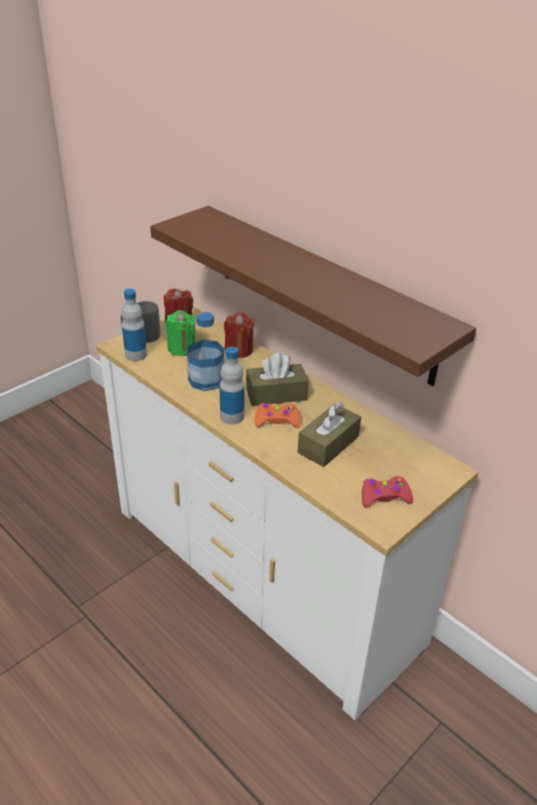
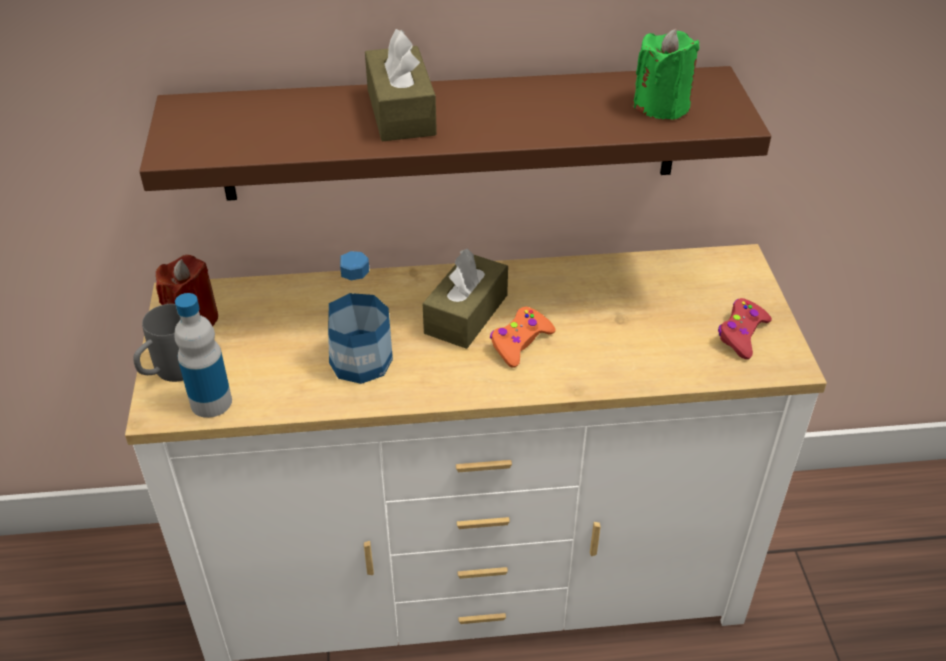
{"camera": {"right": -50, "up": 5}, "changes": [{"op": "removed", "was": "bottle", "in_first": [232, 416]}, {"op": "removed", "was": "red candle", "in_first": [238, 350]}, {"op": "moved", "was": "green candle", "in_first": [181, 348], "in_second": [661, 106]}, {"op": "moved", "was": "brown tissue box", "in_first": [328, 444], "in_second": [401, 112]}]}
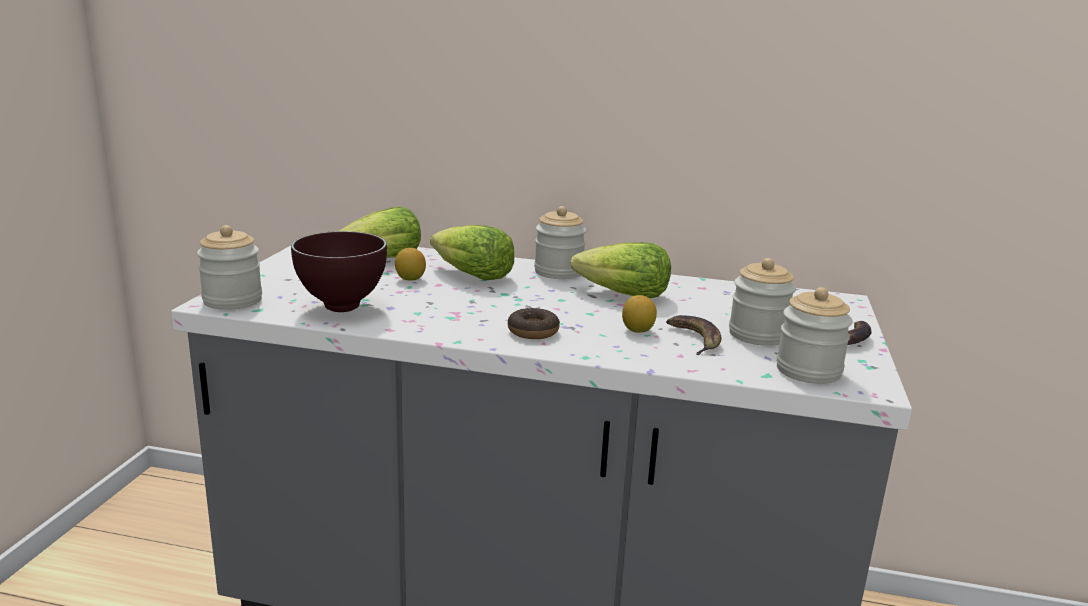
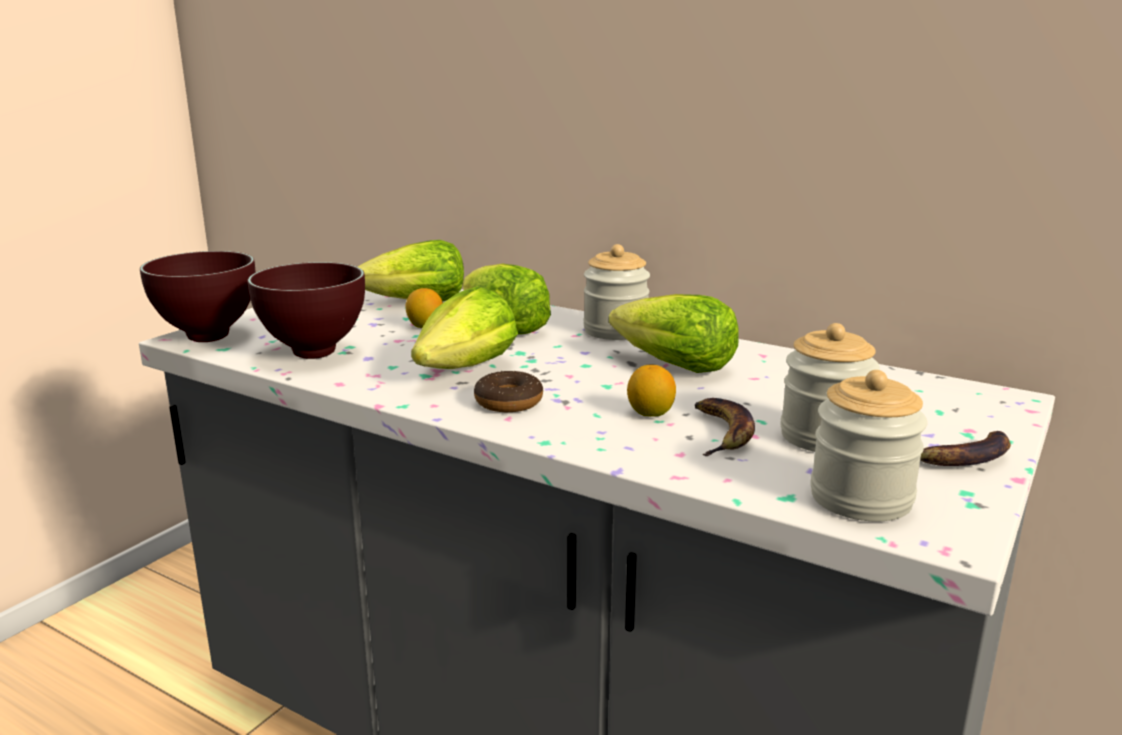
{"camera": {"right": 20, "up": 0}, "changes": [{"op": "added", "now": "lettuce", "in_second": [467, 369]}, {"op": "replaced", "was": "jar", "now": "brown bowl", "in_first": [232, 300], "in_second": [209, 336]}]}
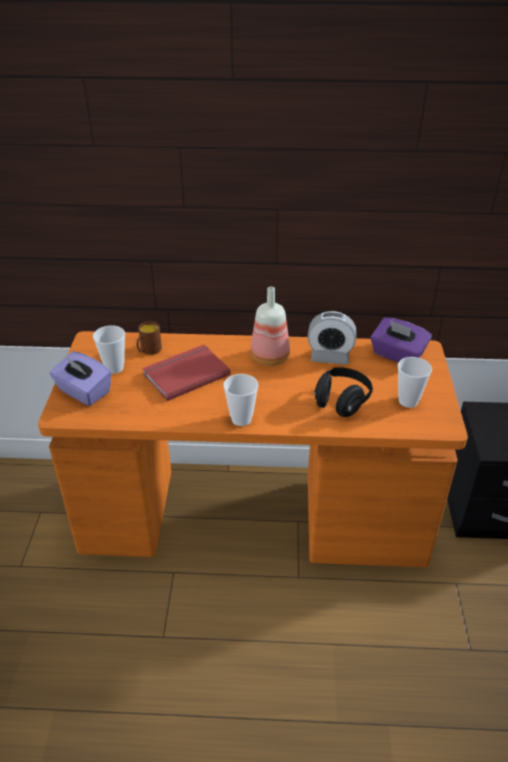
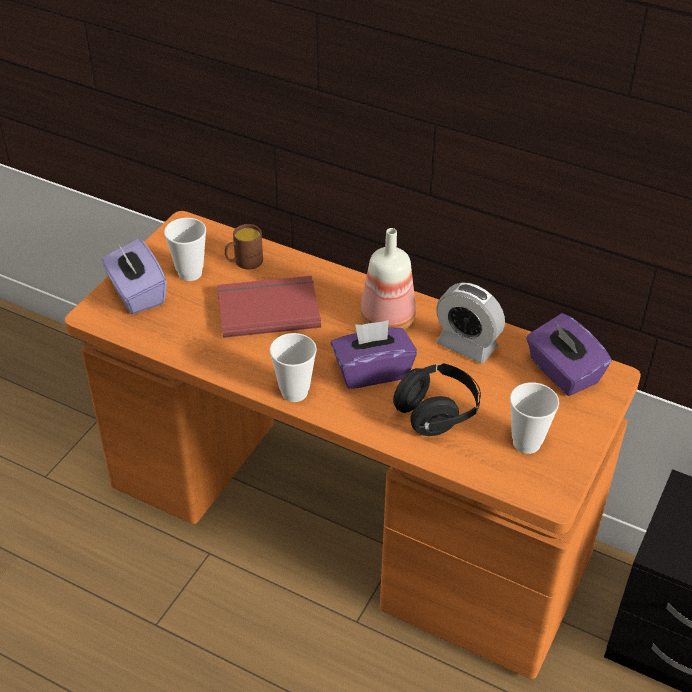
{"camera": {"right": 25, "up": 5}, "changes": [{"op": "added", "now": "purple tissue box", "in_second": [372, 371]}]}
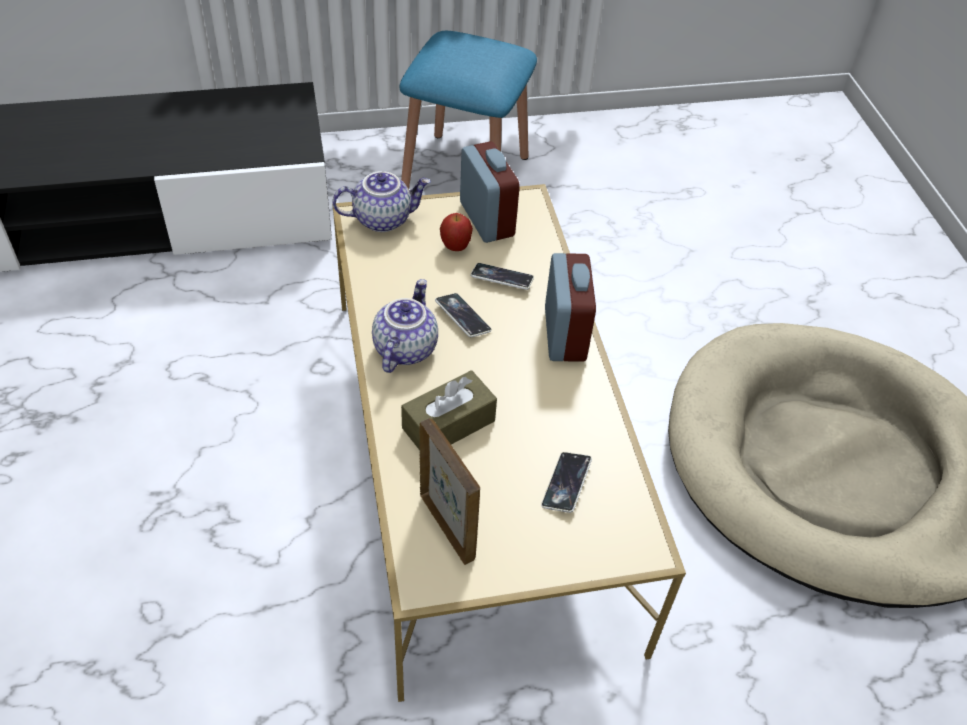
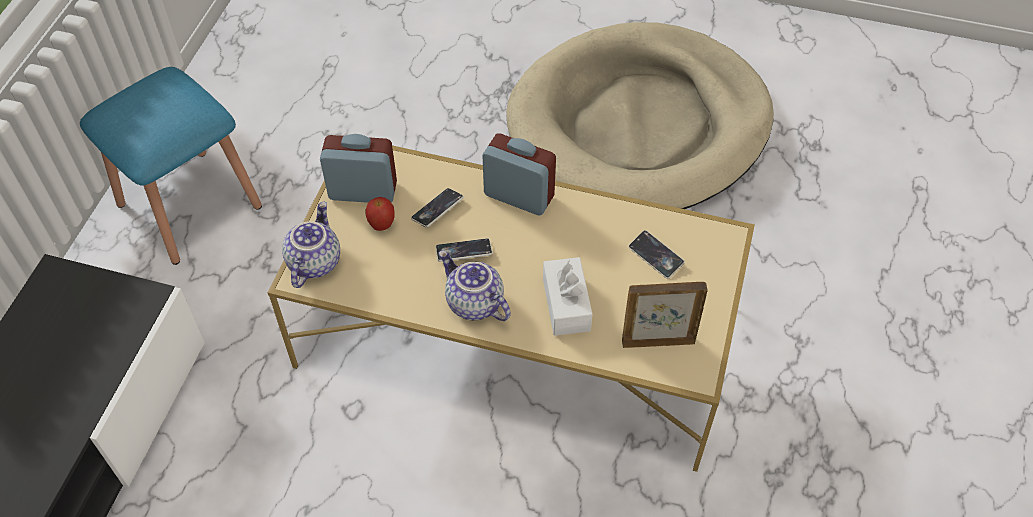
{"camera": {"right": -60, "up": 5}, "changes": [{"op": "recoloured", "was": "brown tissue box", "now": "white tissue box", "in_first": [448, 424], "in_second": [566, 304]}]}
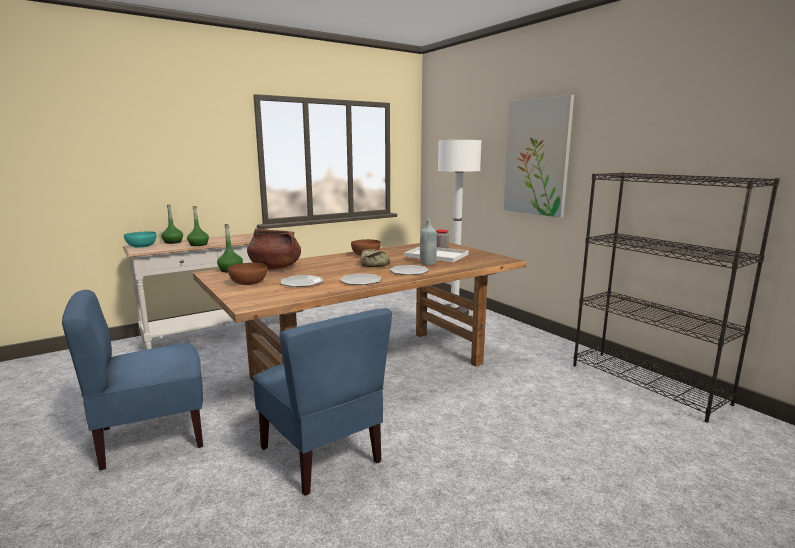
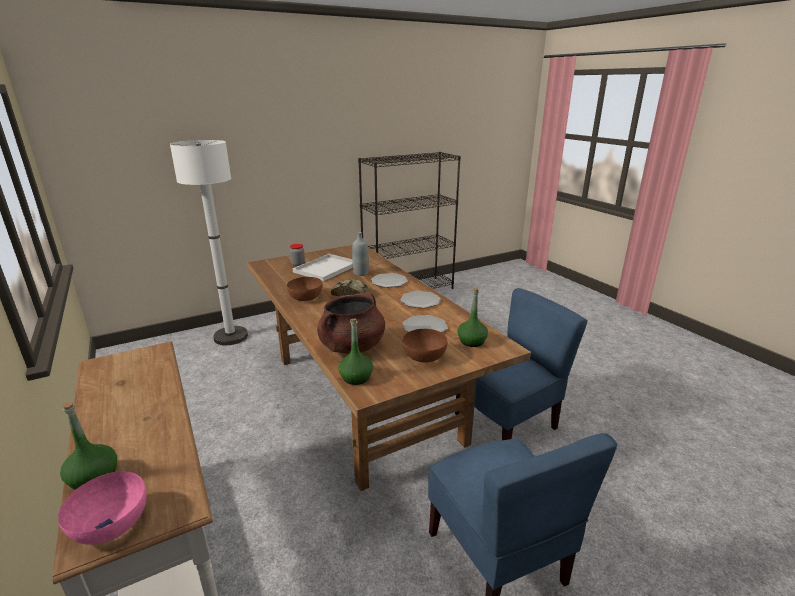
{"camera": {"right": -85, "up": 10}, "changes": [{"op": "removed", "was": "picture", "in_first": [537, 157]}, {"op": "moved", "was": "green bottle", "in_first": [198, 245], "in_second": [471, 341]}, {"op": "recoloured", "was": "turquoise bowl", "now": "pink bowl", "in_first": [141, 246], "in_second": [112, 524]}]}
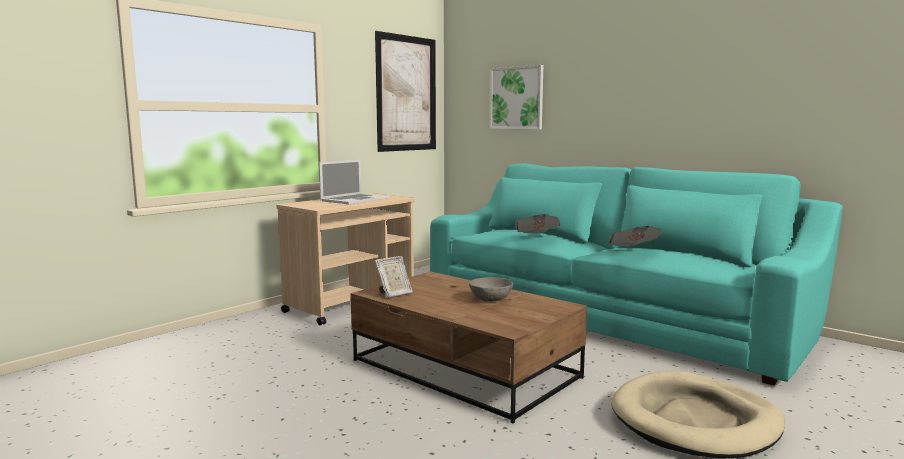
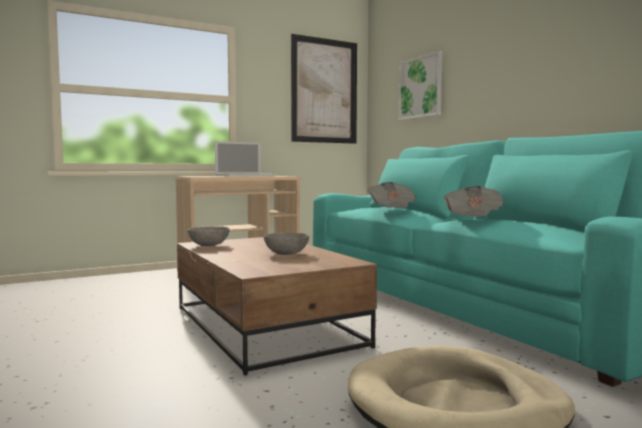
{"camera": {"right": 20, "up": -5}, "changes": [{"op": "replaced", "was": "picture frame", "now": "grey bowl", "in_first": [394, 294], "in_second": [209, 245]}]}
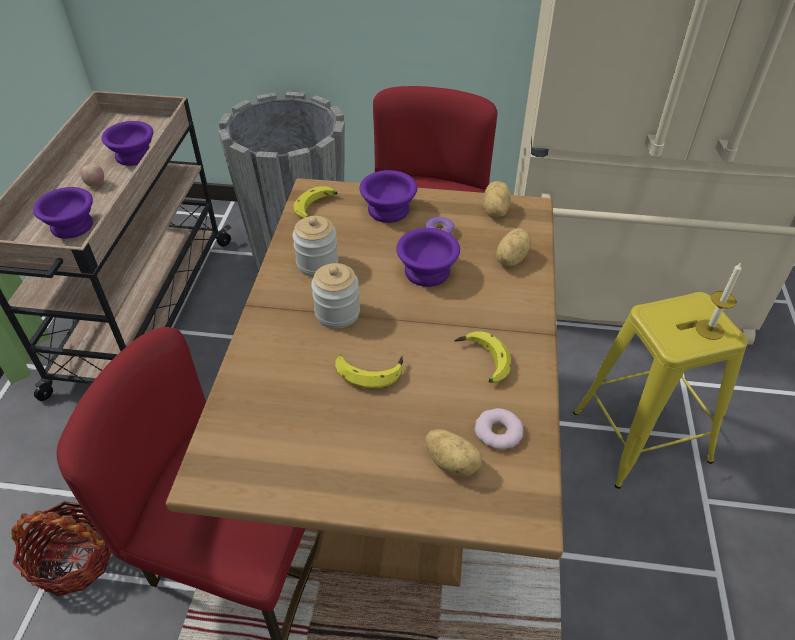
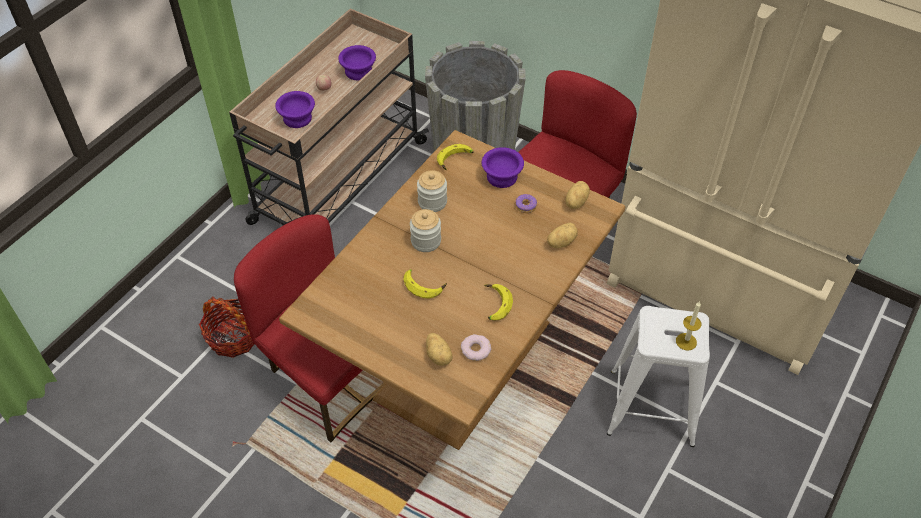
{"camera": {"right": 25, "up": 5}, "changes": [{"op": "removed", "was": "purple bowl", "in_first": [425, 272]}, {"op": "recoloured", "was": "yellow stool", "now": "white stool", "in_first": [641, 436], "in_second": [651, 407]}]}
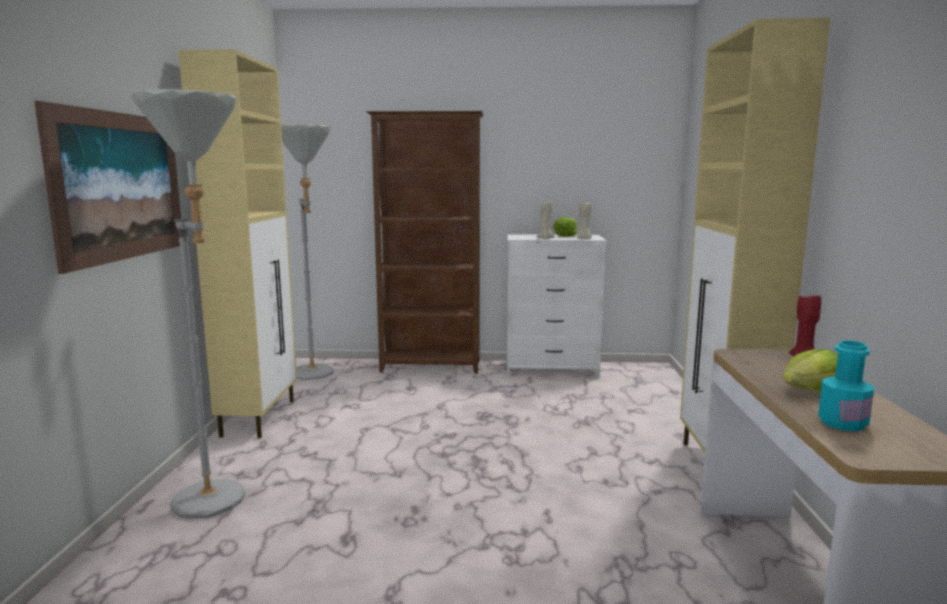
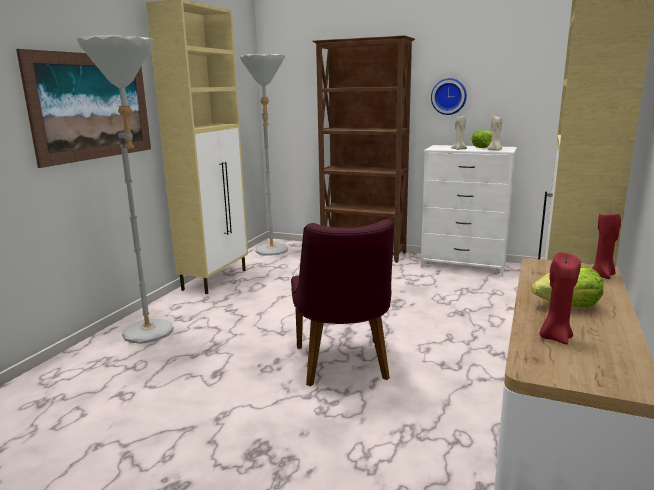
{"camera": {"right": 20, "up": 5}, "changes": [{"op": "added", "now": "purple chair", "in_second": [343, 367]}, {"op": "added", "now": "wall clock", "in_second": [449, 96]}, {"op": "replaced", "was": "turquoise bottle", "now": "red candle", "in_first": [842, 423], "in_second": [555, 337]}]}
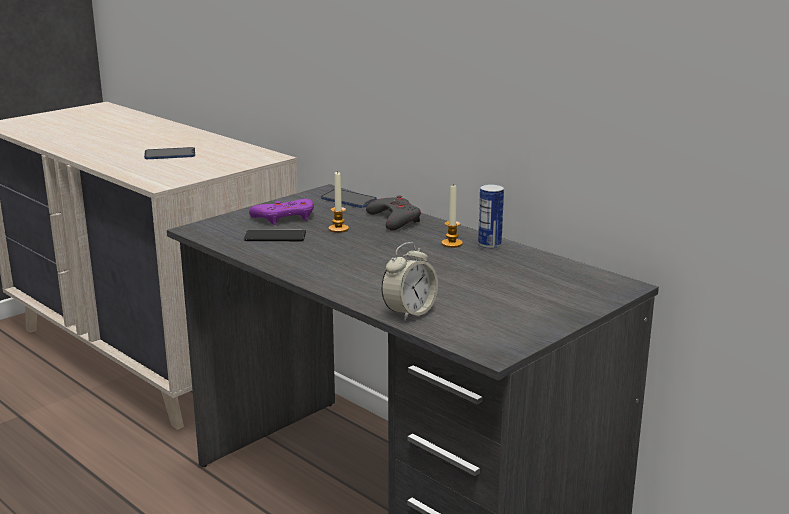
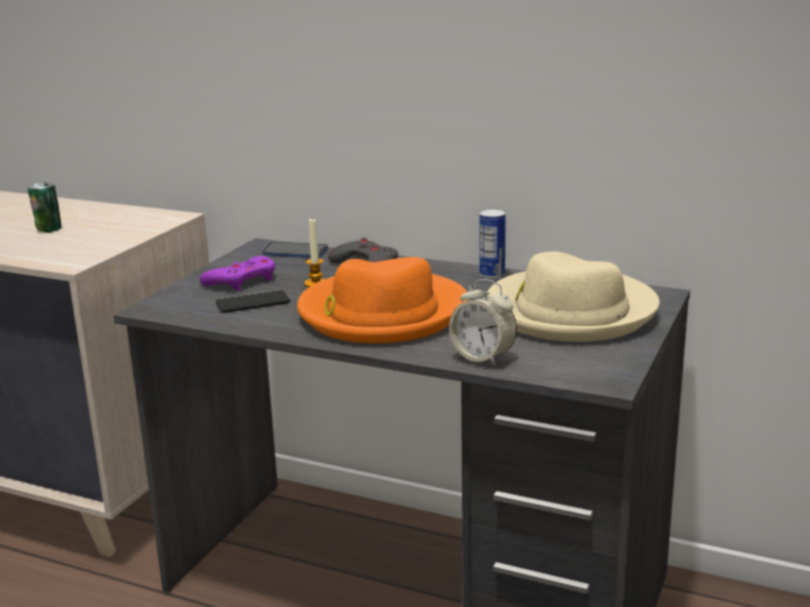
{"camera": {"right": -20, "up": 0}, "changes": [{"op": "removed", "was": "candle", "in_first": [452, 244]}, {"op": "added", "now": "orange hat", "in_second": [381, 313]}, {"op": "added", "now": "beige hat", "in_second": [570, 311]}, {"op": "replaced", "was": "phone", "now": "can", "in_first": [170, 155], "in_second": [48, 230]}, {"op": "turned", "was": "alarm clock", "in_first": [409, 312], "in_second": [483, 357], "clockwise": 105}]}
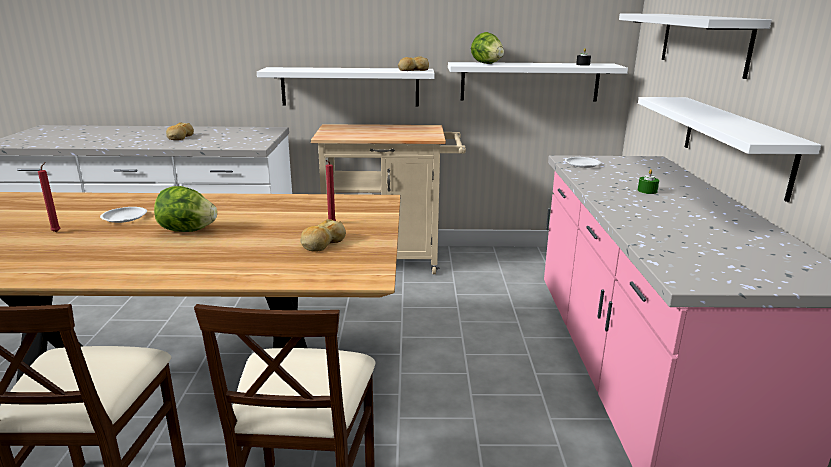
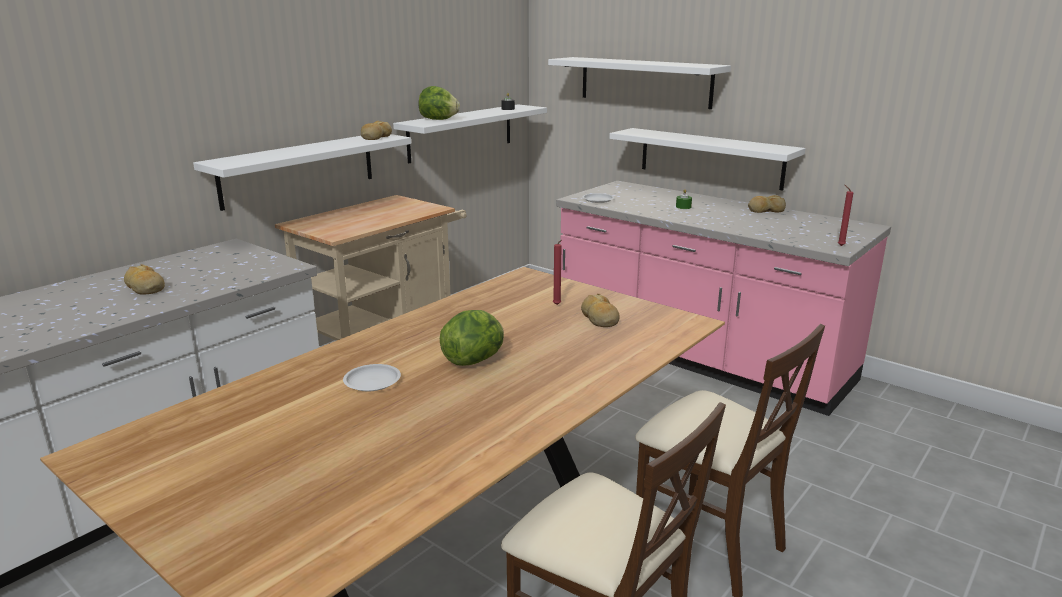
{"camera": {"right": -50, "up": 0}, "changes": [{"op": "added", "now": "bread", "in_second": [765, 210]}, {"op": "moved", "was": "red candle", "in_first": [57, 231], "in_second": [840, 245]}]}
